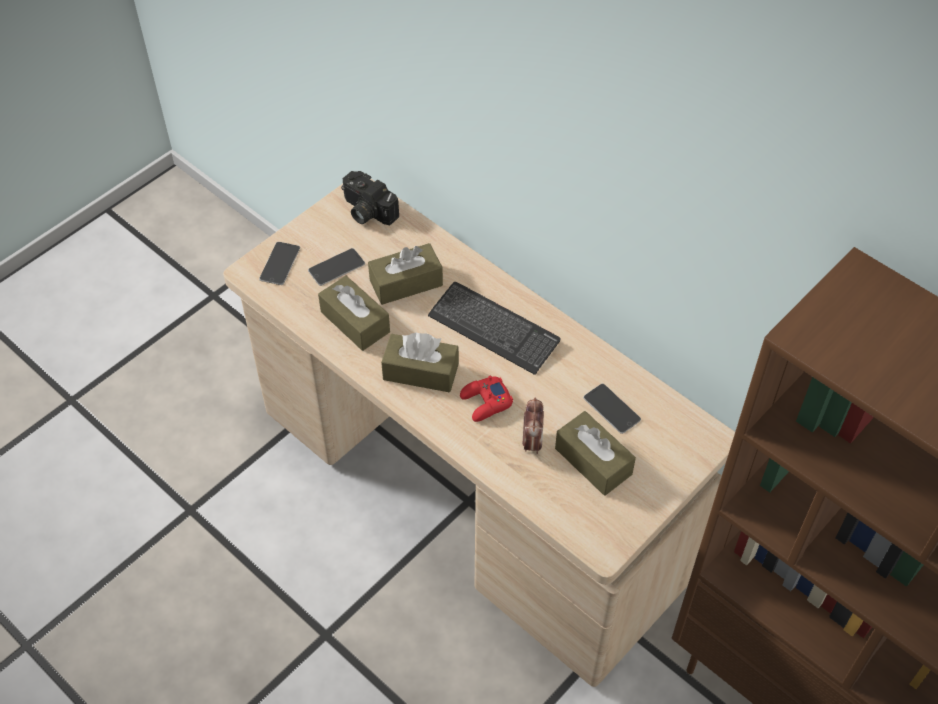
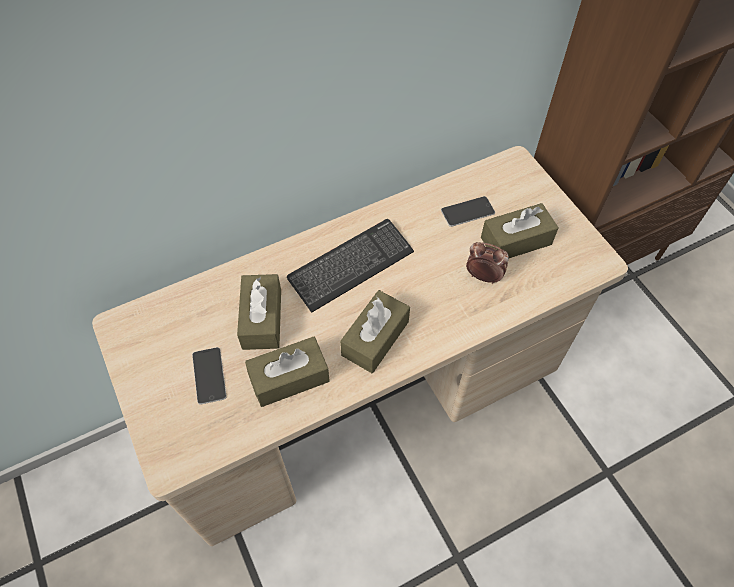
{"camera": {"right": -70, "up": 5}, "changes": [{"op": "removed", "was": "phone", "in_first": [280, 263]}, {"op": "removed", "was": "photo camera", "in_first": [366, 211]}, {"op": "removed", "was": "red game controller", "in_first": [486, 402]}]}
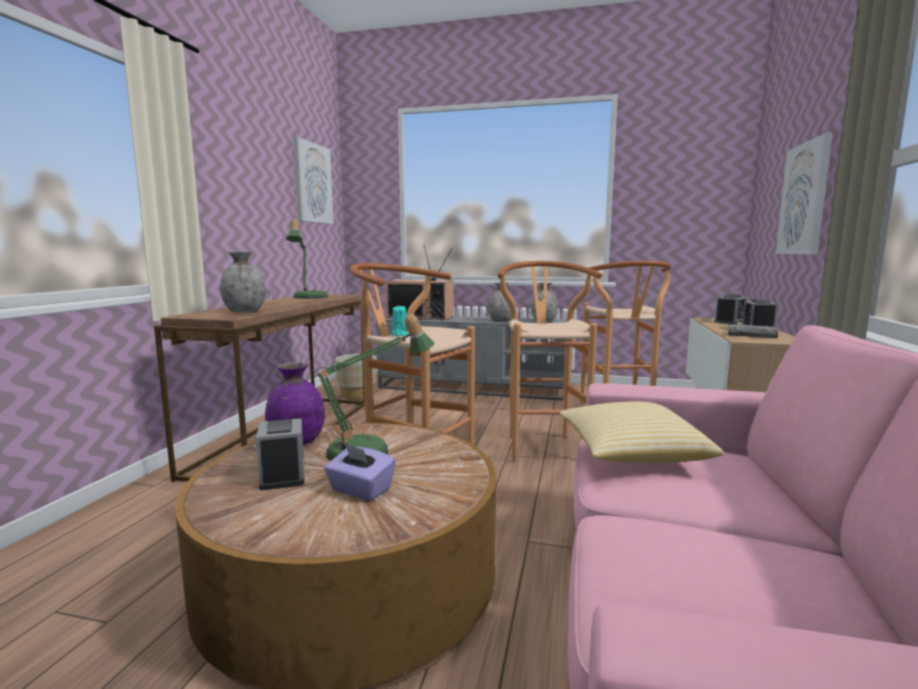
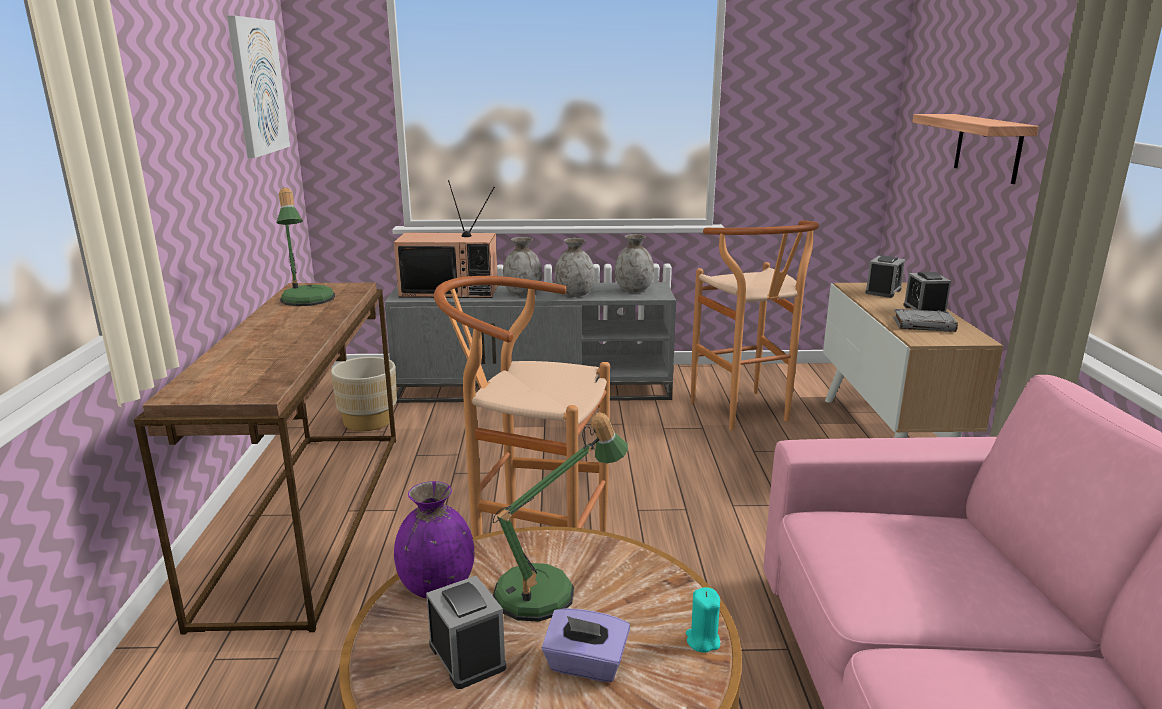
{"camera": {"right": -15, "up": 10}, "changes": [{"op": "removed", "was": "brown stool", "in_first": [542, 445]}, {"op": "removed", "was": "pillow", "in_first": [630, 454]}, {"op": "moved", "was": "grey vase", "in_first": [245, 311], "in_second": [523, 293]}, {"op": "moved", "was": "turquoise candle", "in_first": [399, 334], "in_second": [702, 640]}, {"op": "replaced", "was": "picture", "now": "shelf", "in_first": [804, 199], "in_second": [988, 147]}]}
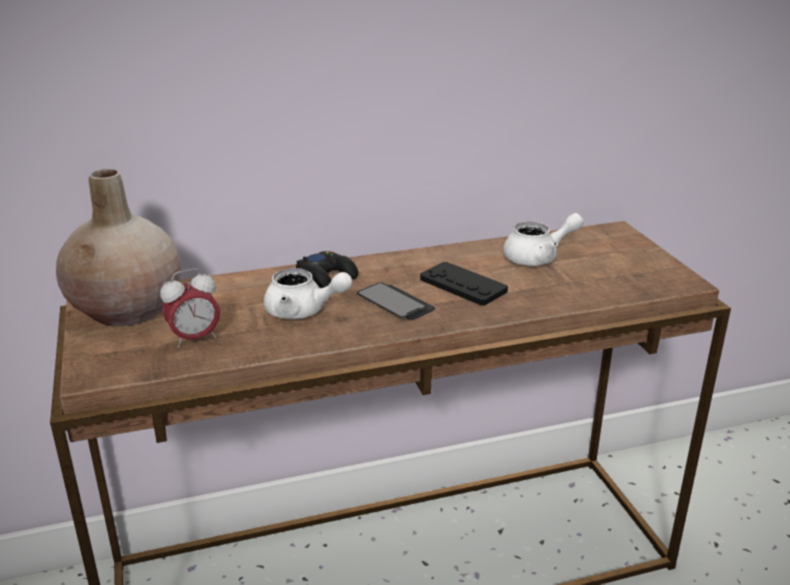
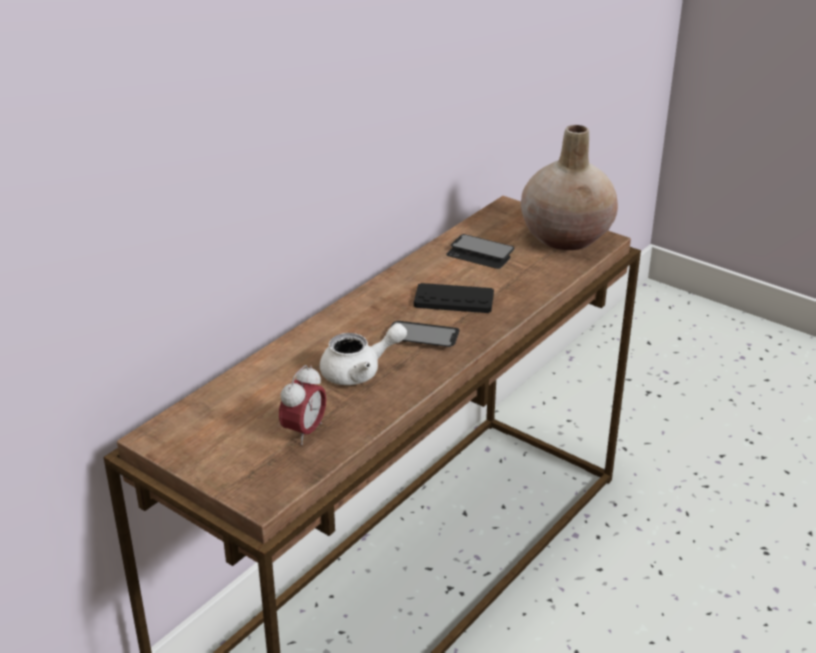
{"camera": {"right": -35, "up": 5}, "changes": [{"op": "removed", "was": "black game controller", "in_first": [327, 276]}, {"op": "moved", "was": "beige vase", "in_first": [127, 310], "in_second": [567, 237]}, {"op": "replaced", "was": "white teapot", "now": "phone", "in_first": [538, 257], "in_second": [480, 253]}]}
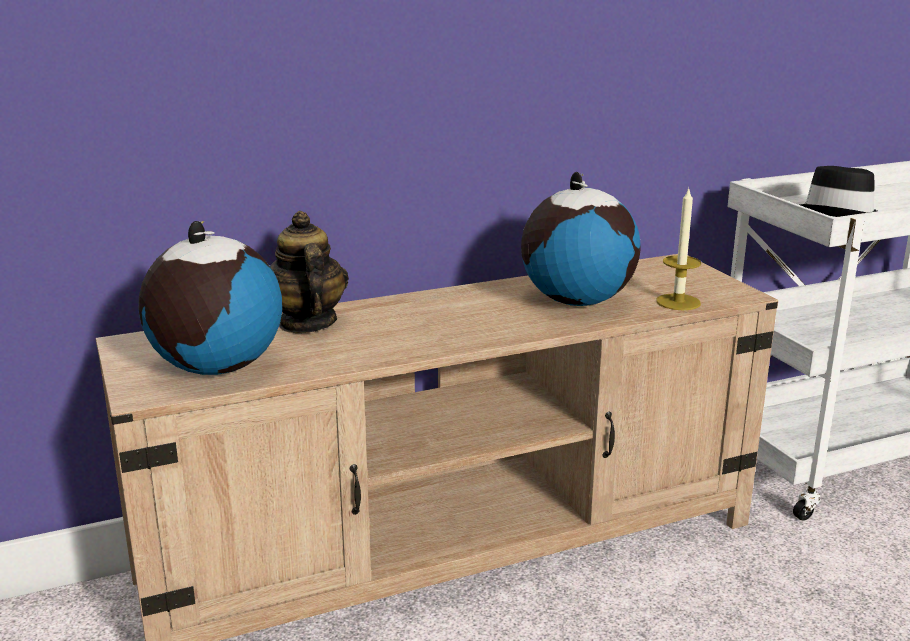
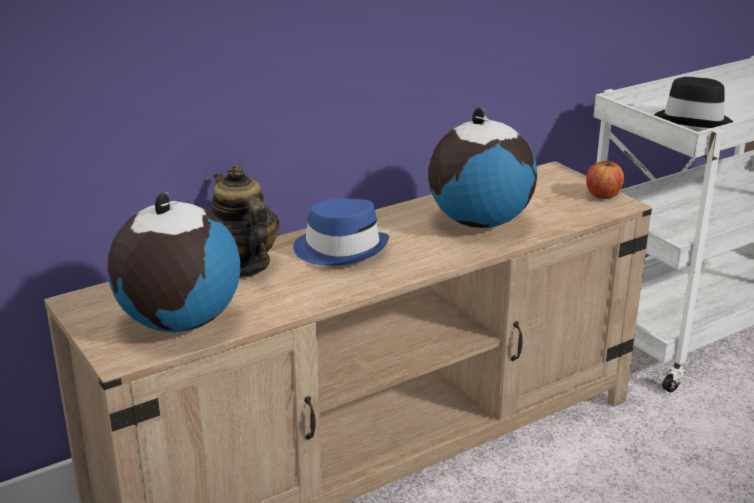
{"camera": {"right": -10, "up": 5}, "changes": [{"op": "removed", "was": "candle", "in_first": [678, 302]}, {"op": "added", "now": "blue hat", "in_second": [341, 249]}, {"op": "added", "now": "apple", "in_second": [603, 195]}]}
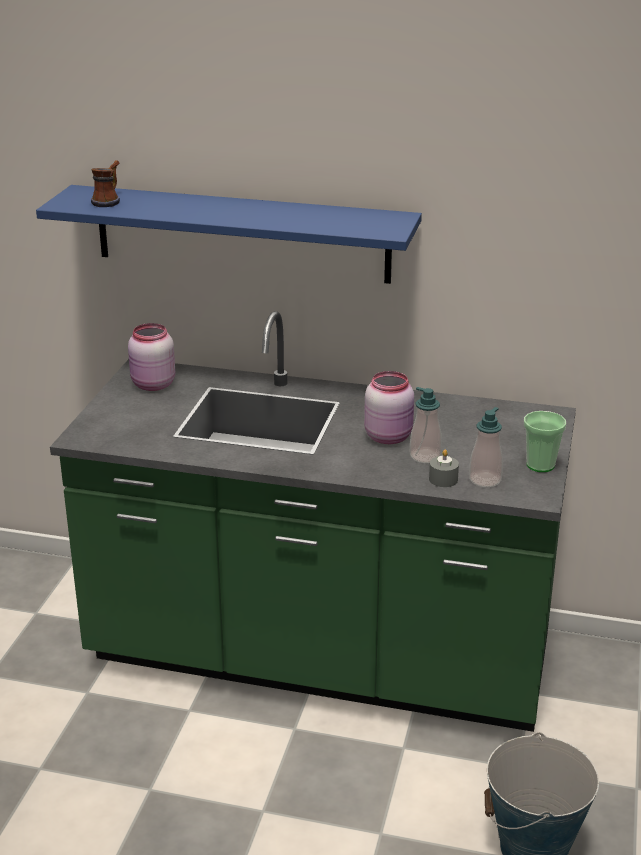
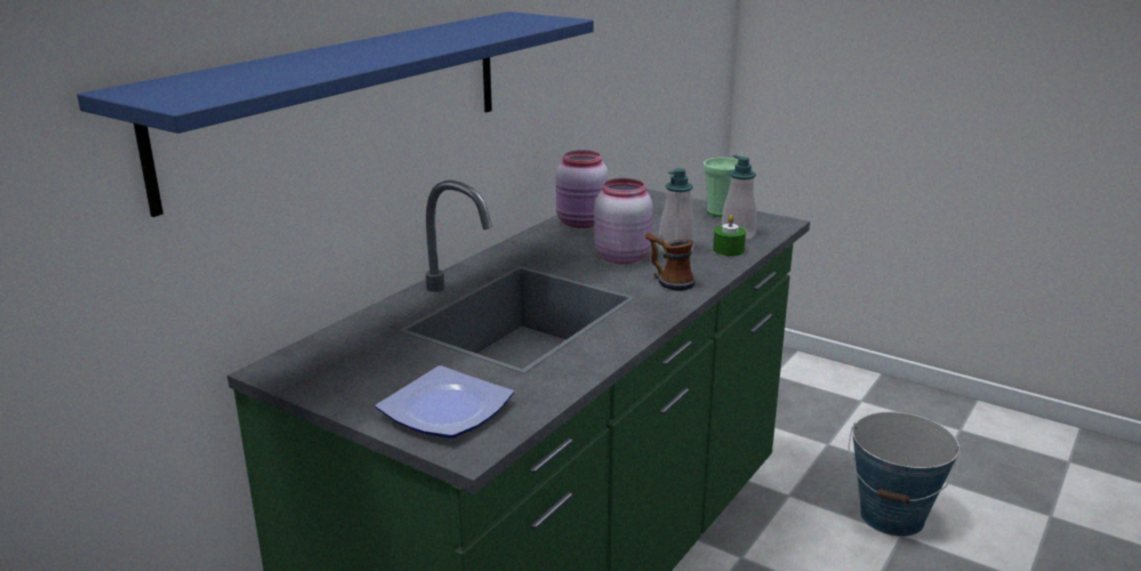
{"camera": {"right": -70, "up": -5}, "changes": [{"op": "added", "now": "plate", "in_second": [443, 410]}, {"op": "moved", "was": "mug", "in_first": [109, 200], "in_second": [668, 281]}, {"op": "moved", "was": "pink jar", "in_first": [152, 385], "in_second": [582, 223]}, {"op": "recoloured", "was": "grey candle", "now": "green candle", "in_first": [443, 479], "in_second": [728, 250]}]}
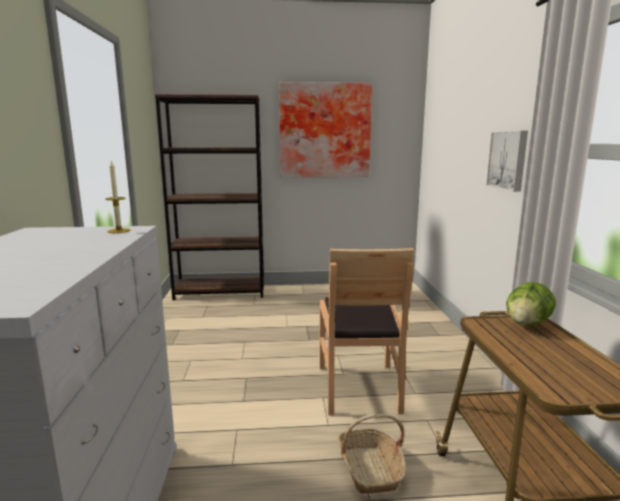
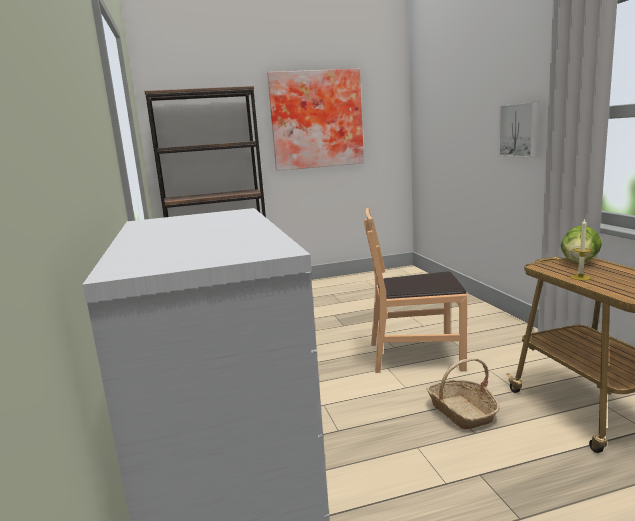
{"camera": {"right": -10, "up": 0}, "changes": [{"op": "moved", "was": "candle", "in_first": [119, 231], "in_second": [580, 277]}, {"op": "turned", "was": "brown chair", "in_first": [359, 387], "in_second": [415, 355], "clockwise": 105}]}
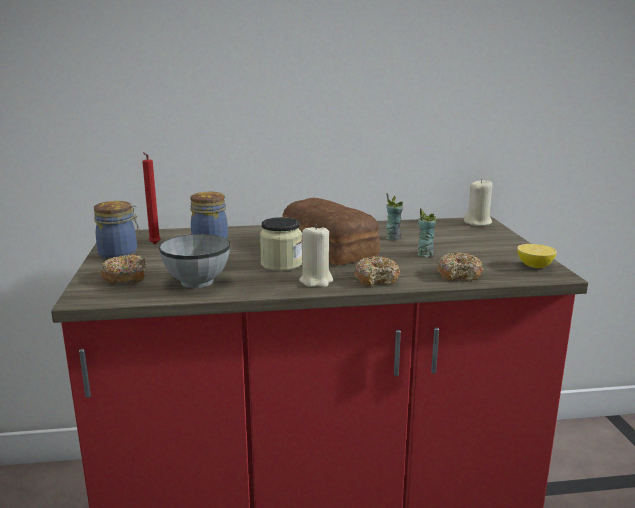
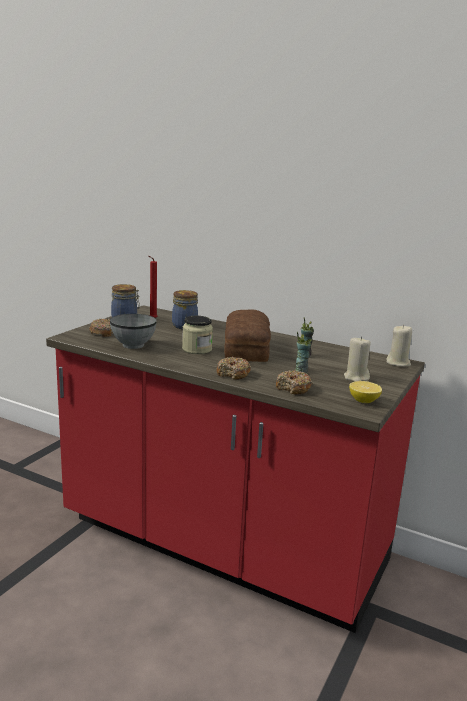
{"camera": {"right": 35, "up": 0}, "changes": [{"op": "moved", "was": "beige candle", "in_first": [316, 281], "in_second": [356, 377]}]}
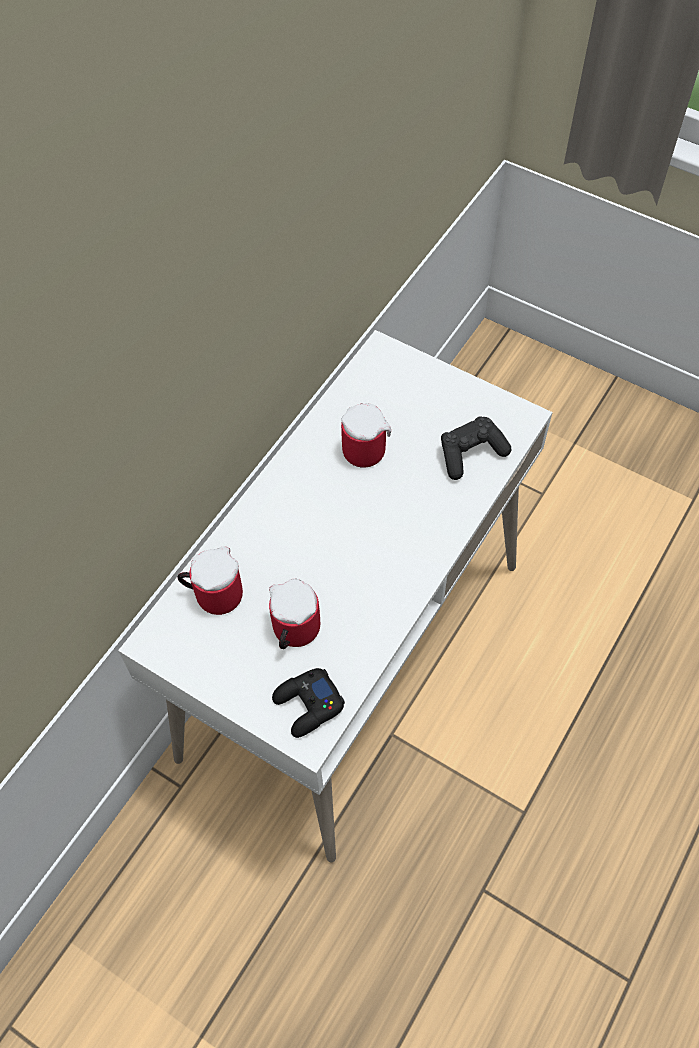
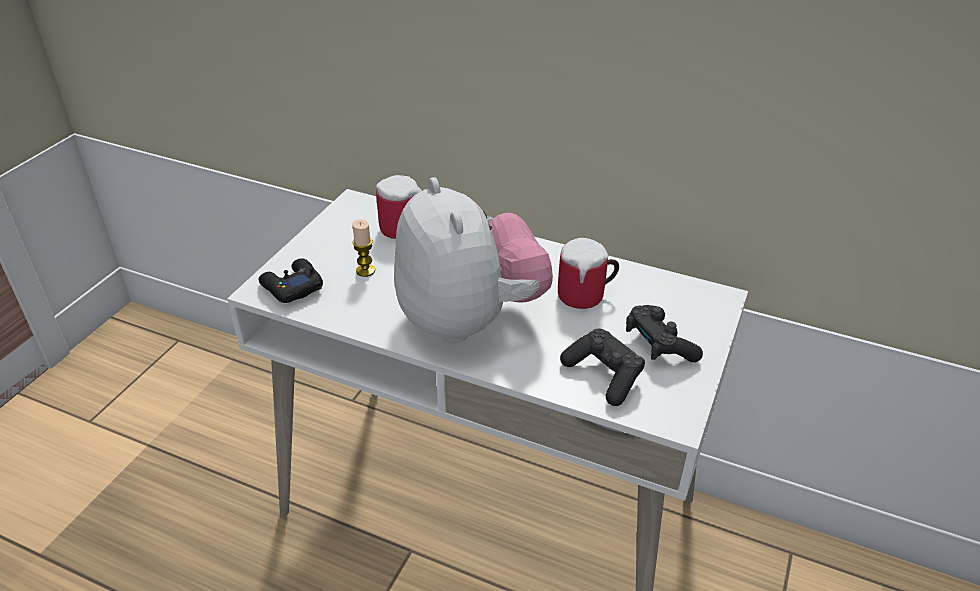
{"camera": {"right": 80, "up": -20}, "changes": [{"op": "added", "now": "plush toy", "in_second": [469, 319]}, {"op": "added", "now": "black game controller", "in_second": [658, 344]}, {"op": "replaced", "was": "mug", "now": "candle", "in_first": [292, 632], "in_second": [365, 271]}]}
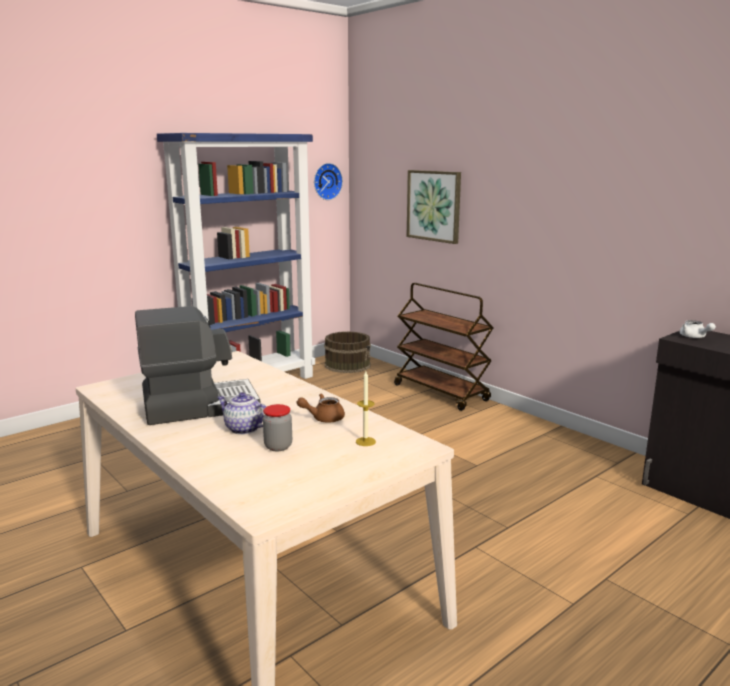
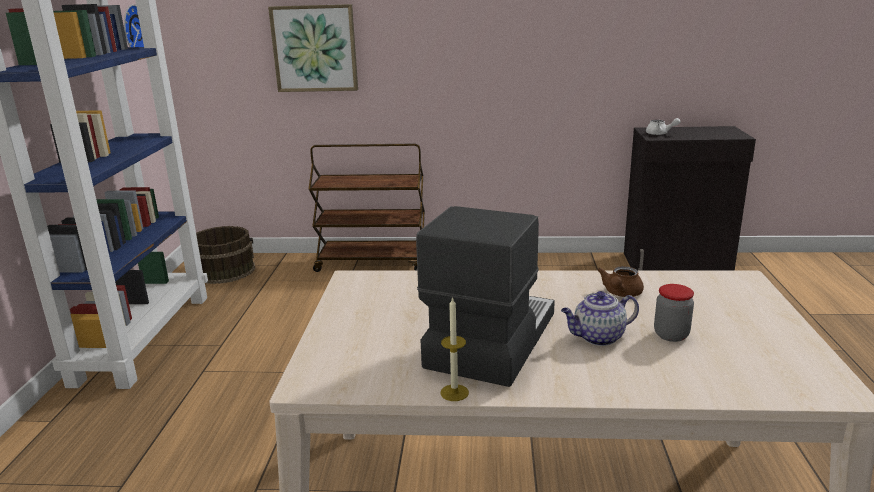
{"camera": {"right": -45, "up": 5}, "changes": [{"op": "moved", "was": "candle", "in_first": [365, 441], "in_second": [454, 392]}]}
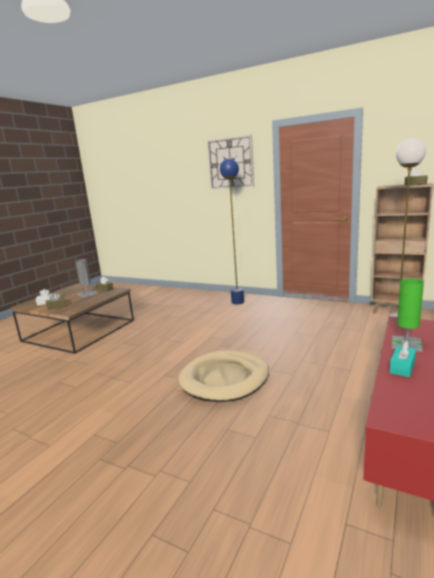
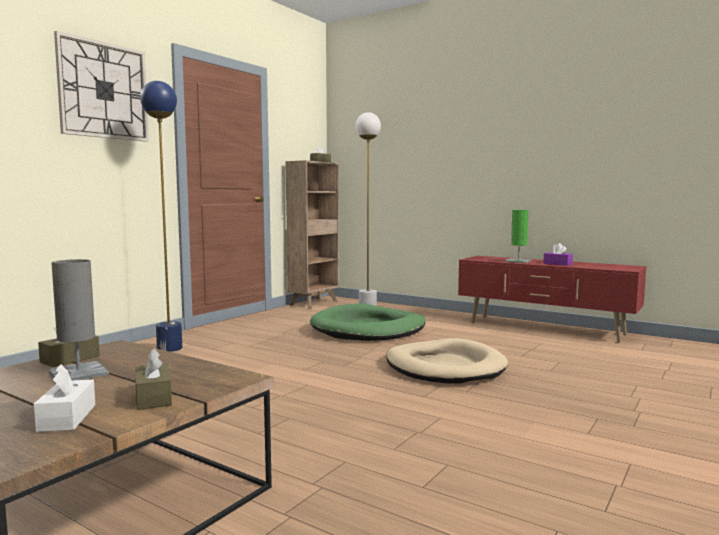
{"camera": {"right": -85, "up": -10}, "changes": [{"op": "added", "now": "green dog bed", "in_second": [368, 329]}, {"op": "recoloured", "was": "turquoise tissue box", "now": "purple tissue box", "in_first": [402, 367], "in_second": [557, 264]}]}
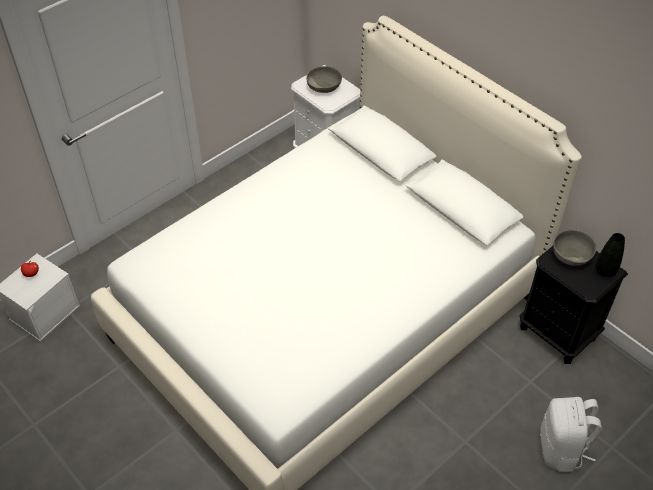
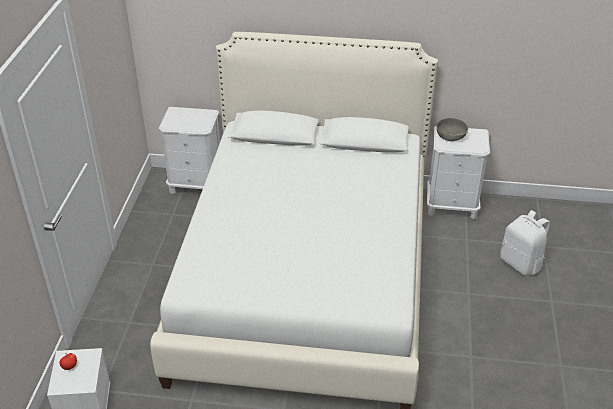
{"camera": {"right": -40, "up": -10}, "changes": [{"op": "removed", "was": "grey bowl", "in_first": [324, 87]}, {"op": "removed", "was": "black vase", "in_first": [605, 271]}, {"op": "recoloured", "was": "black nightstand", "now": "white nightstand", "in_first": [557, 332], "in_second": [452, 205]}]}
